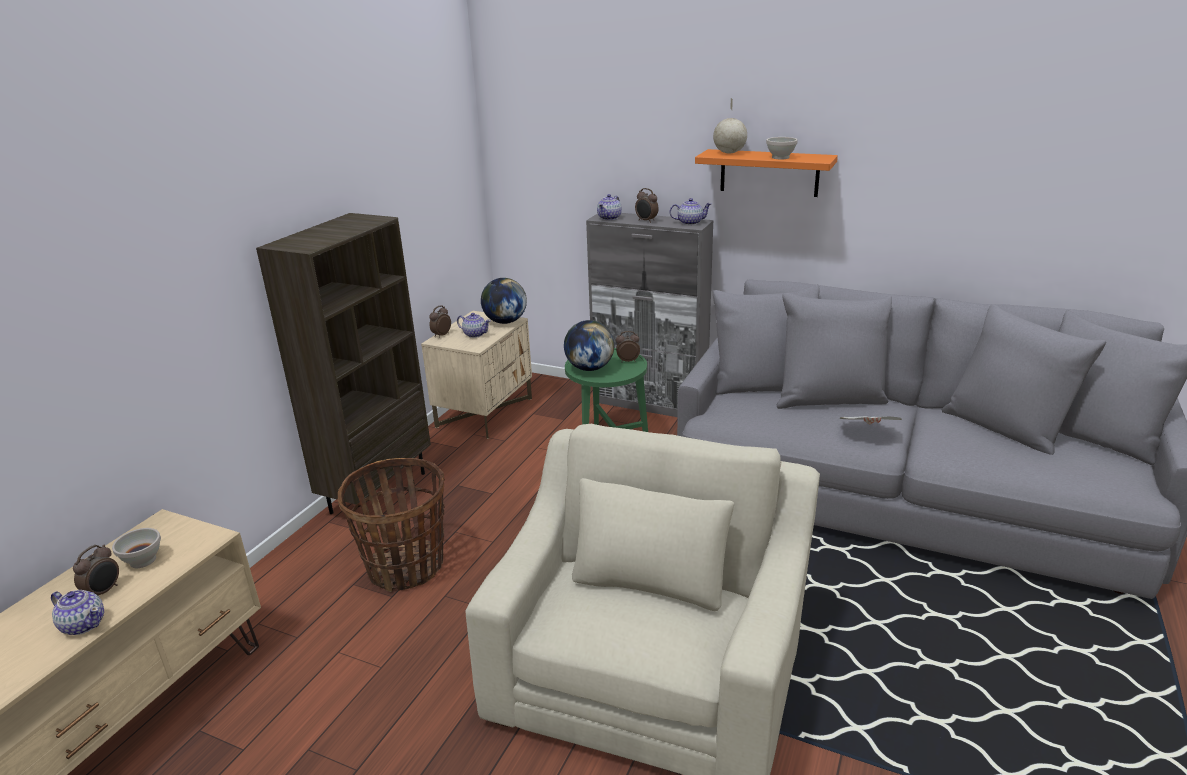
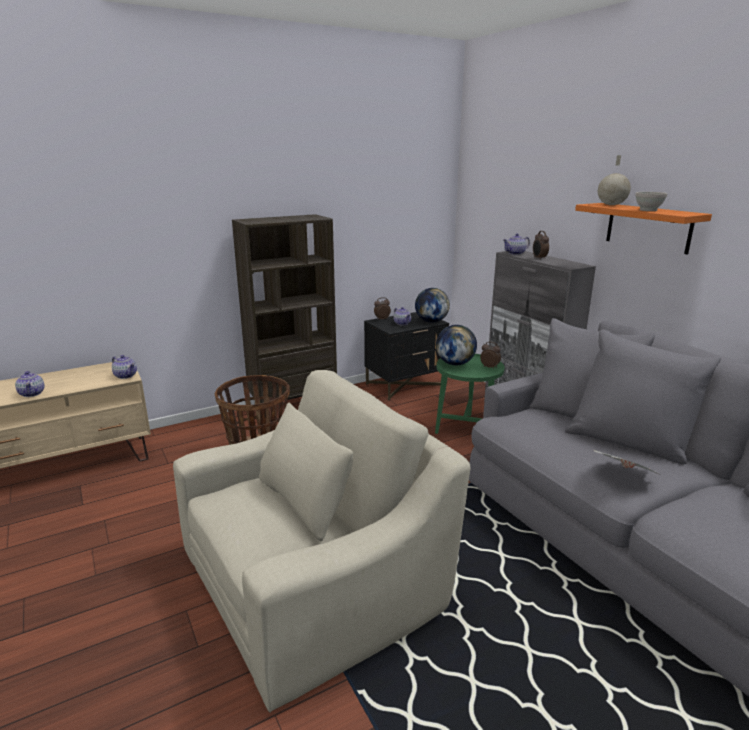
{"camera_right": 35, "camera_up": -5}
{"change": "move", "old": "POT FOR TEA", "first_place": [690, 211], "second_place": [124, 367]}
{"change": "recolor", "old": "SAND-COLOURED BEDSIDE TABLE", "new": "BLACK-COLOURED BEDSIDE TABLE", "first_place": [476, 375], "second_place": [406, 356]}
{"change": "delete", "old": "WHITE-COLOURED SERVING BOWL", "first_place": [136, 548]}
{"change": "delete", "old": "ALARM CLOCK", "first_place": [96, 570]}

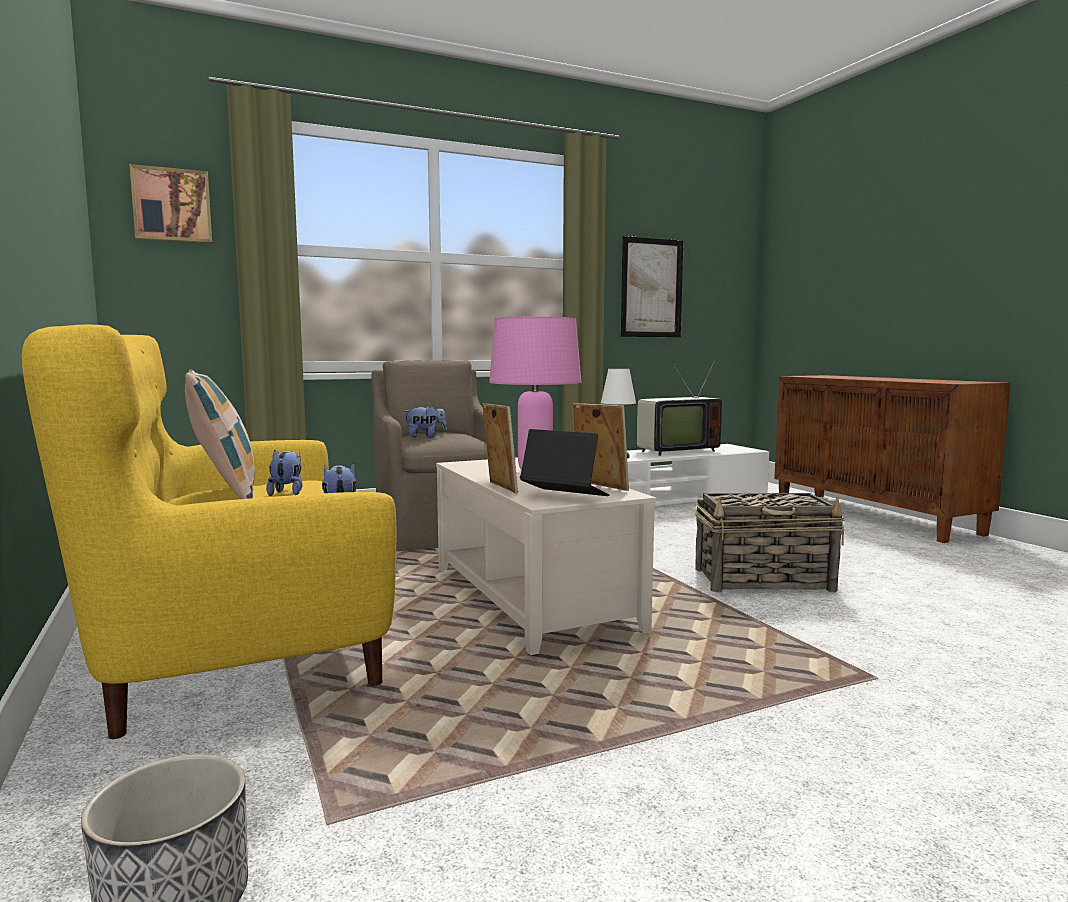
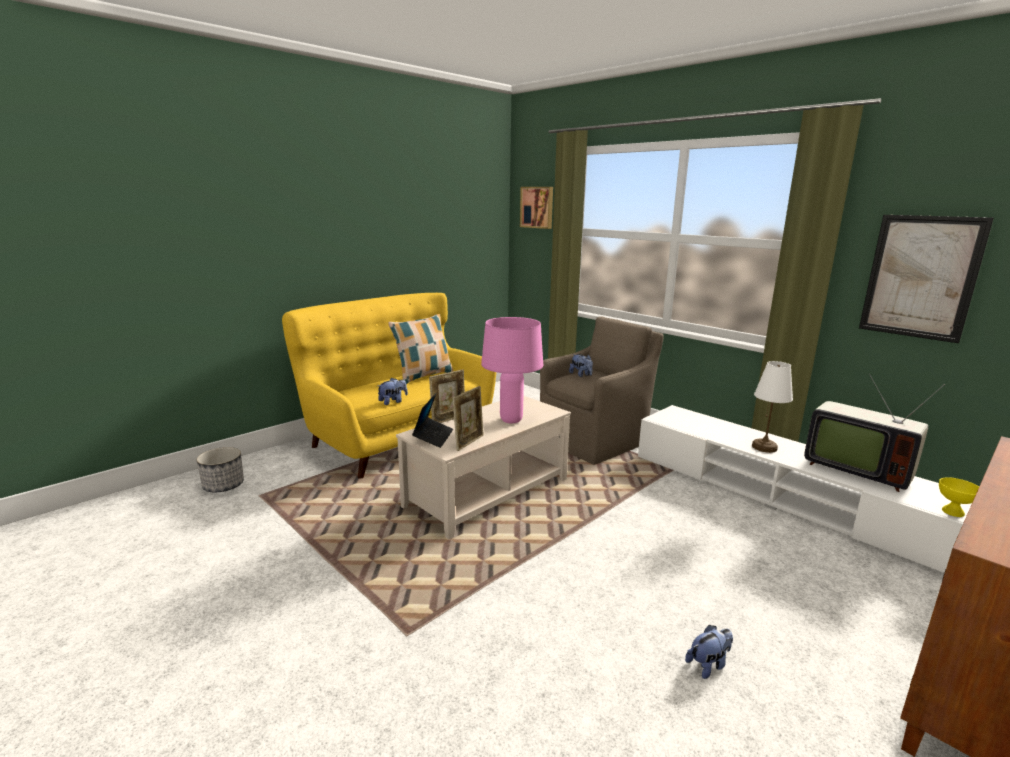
{"camera_right": 70, "camera_up": 10}
{"change": "move", "old": "PLUSH TOY", "first_place": [284, 473], "second_place": [709, 652]}
{"change": "delete", "old": "STORAGE BASKET", "first_place": [770, 542]}
{"change": "insert", "new": "YELLOWISH SERVING BOWL", "second_place": [959, 497]}

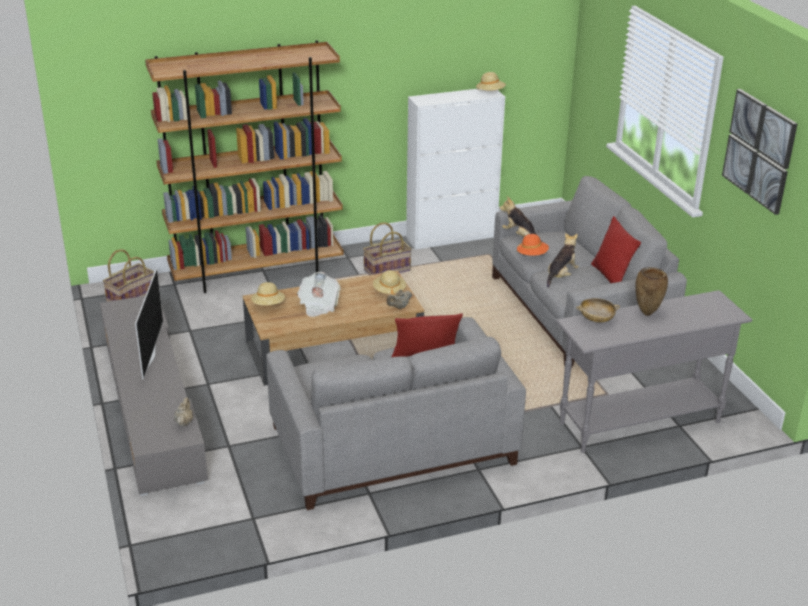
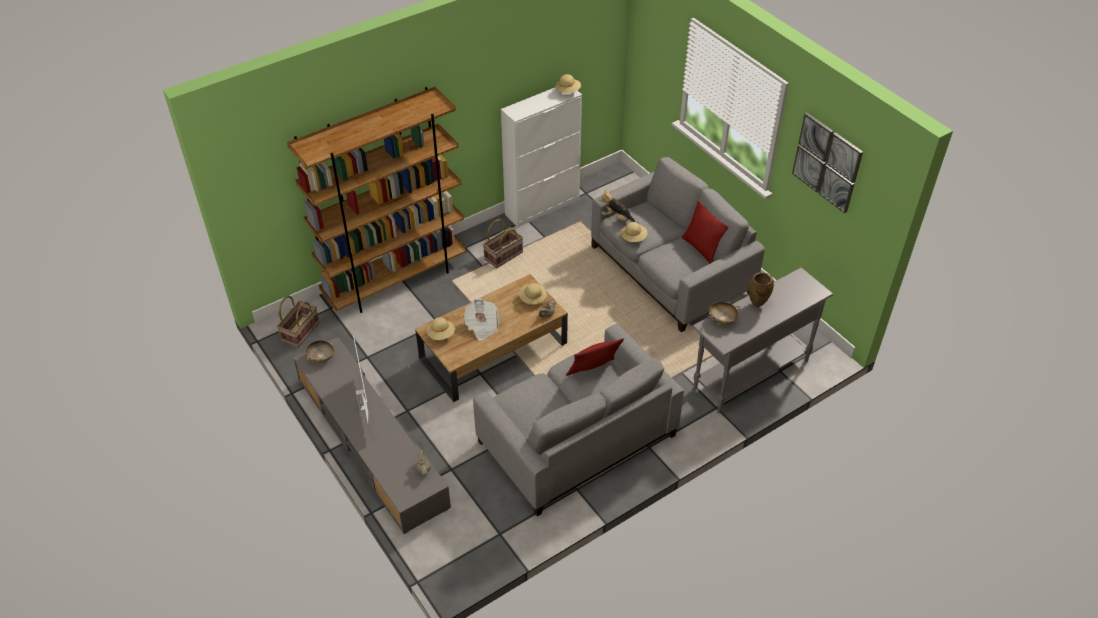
{"camera_right": -15, "camera_up": 15}
{"change": "delete", "old": "PLUSH TOY", "first_place": [563, 260]}
{"change": "recolor", "old": "ORANGE WEARABLE HAT", "new": "SAND-COLOURED WEARABLE HAT", "first_place": [533, 245], "second_place": [634, 232]}
{"change": "insert", "new": "SAND-COLOURED SERVING BOWL", "second_place": [320, 351]}

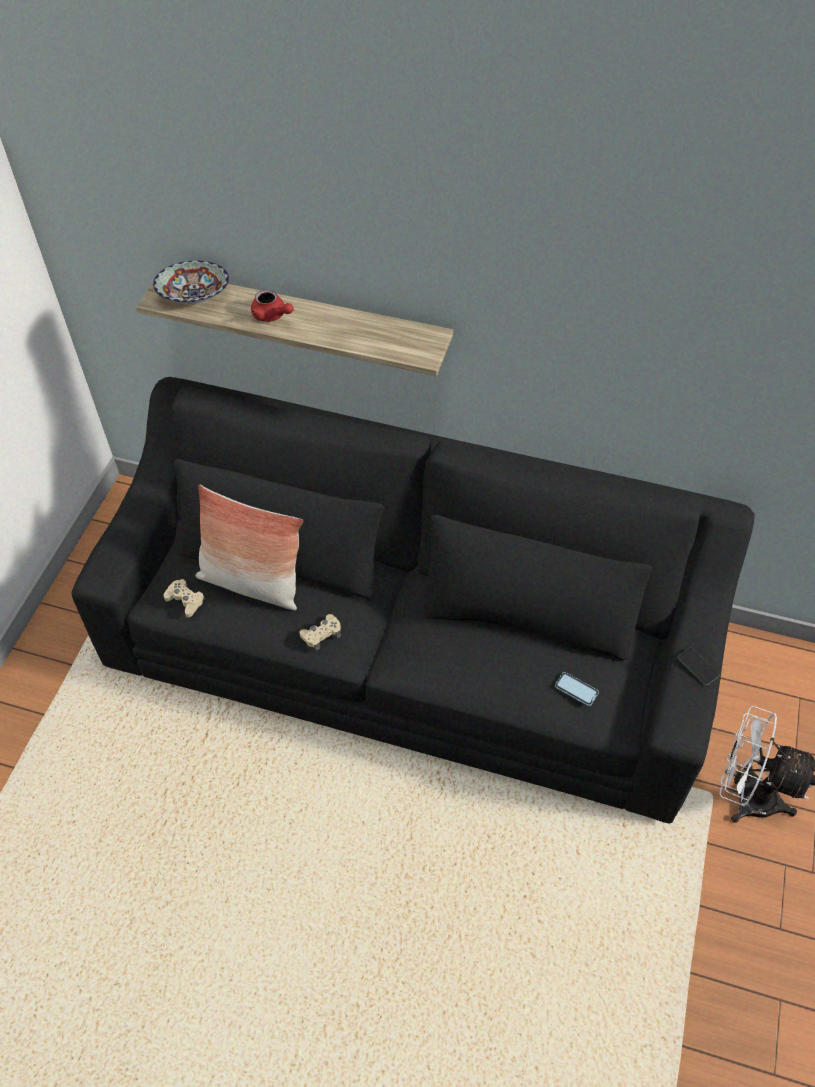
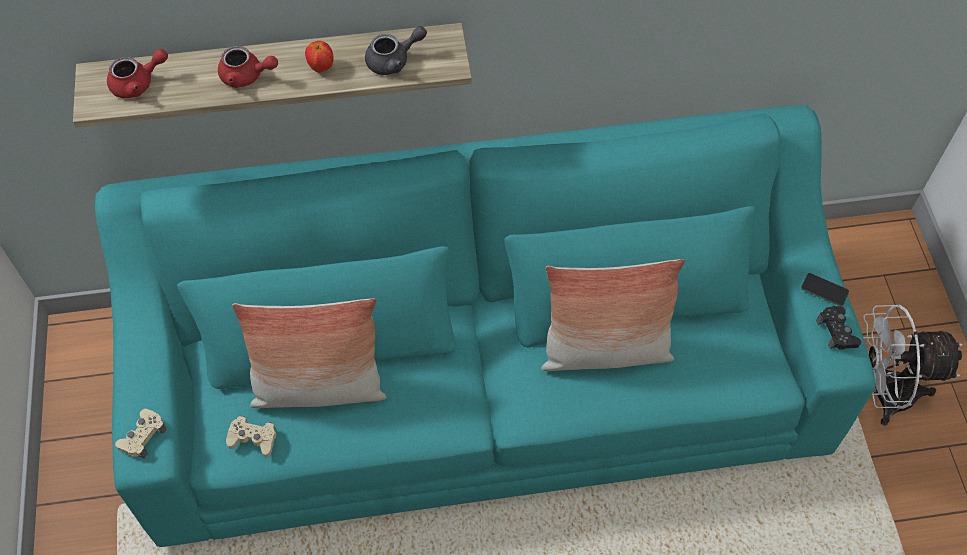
{"camera_right": -25, "camera_up": 5}
{"change": "replace", "old": "SERVING BOWL", "new": "REDDISH POT FOR TEA", "first_place": [191, 282], "second_place": [137, 73]}
{"change": "recolor", "old": "BLACK-COLOURED SETTEE", "new": "BLUE-GREEN SETTEE", "first_place": [413, 600], "second_place": [485, 326]}
{"change": "move", "old": "SAND-COLOURED GAMEPAD", "first_place": [320, 632], "second_place": [141, 434]}
{"change": "delete", "old": "HANDSET", "first_place": [577, 689]}
{"change": "insert", "new": "GREYISH POT FOR TEA", "second_place": [396, 50]}
{"change": "insert", "new": "APPLE FRUIT", "second_place": [319, 56]}
{"change": "insert", "new": "PILLOW", "second_place": [613, 315]}
{"change": "insert", "new": "BLACK-COLOURED GAMEPAD", "second_place": [838, 328]}

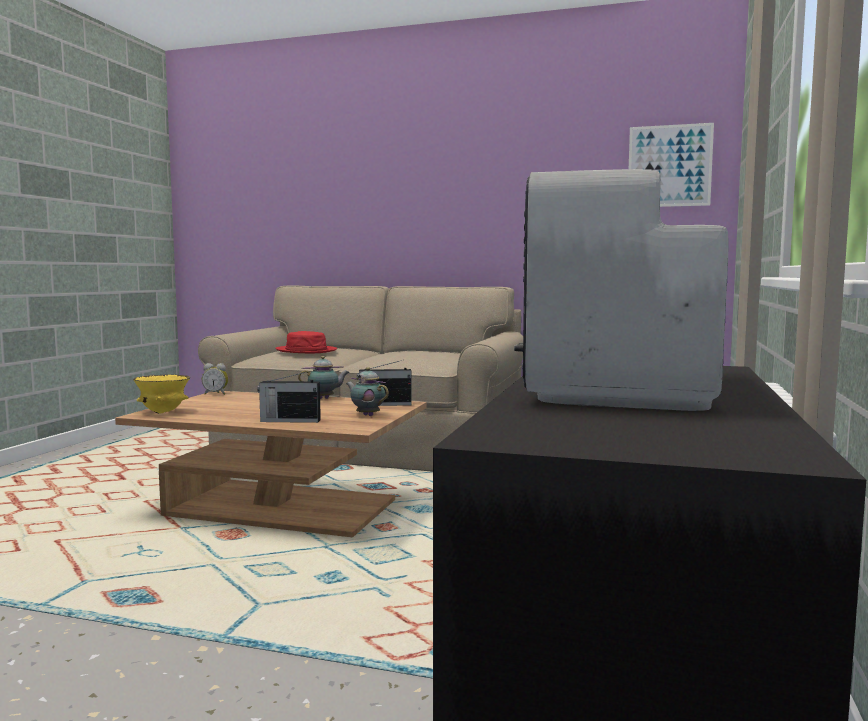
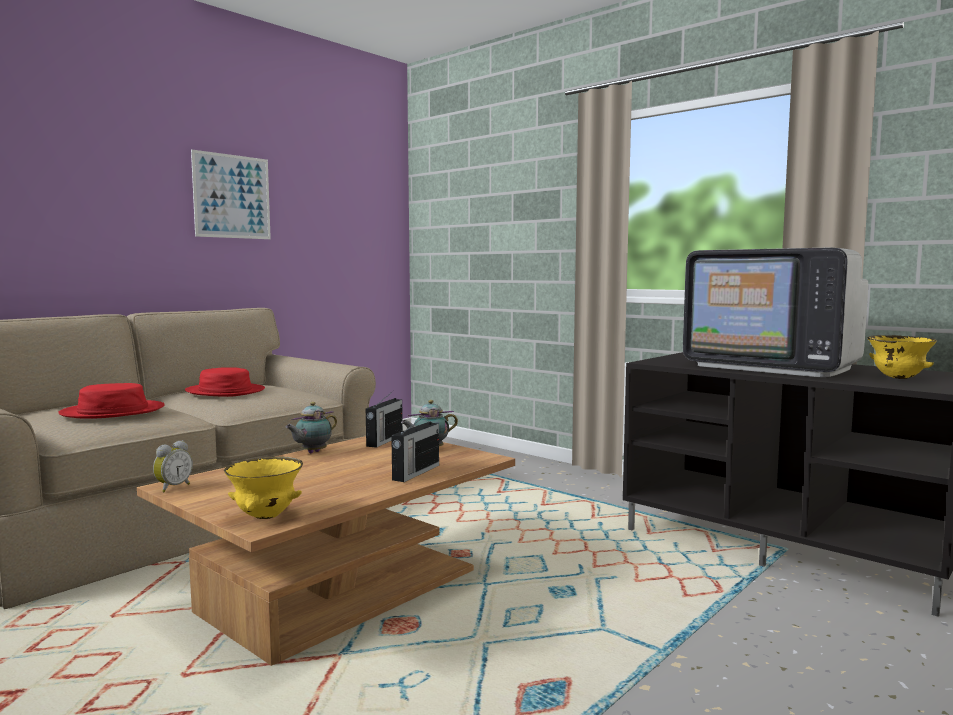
{"camera_right": -65, "camera_up": 0}
{"change": "move", "old": "PICTURE", "first_place": [671, 165], "second_place": [231, 194]}
{"change": "rotate", "old": "POT FOR TEA", "first_place": [324, 377], "second_place": [311, 428], "degrees": -150}
{"change": "insert", "new": "YELLOWISH SERVING BOWL", "second_place": [902, 357]}
{"change": "insert", "new": "REDDISH WEARABLE HAT", "second_place": [225, 382]}

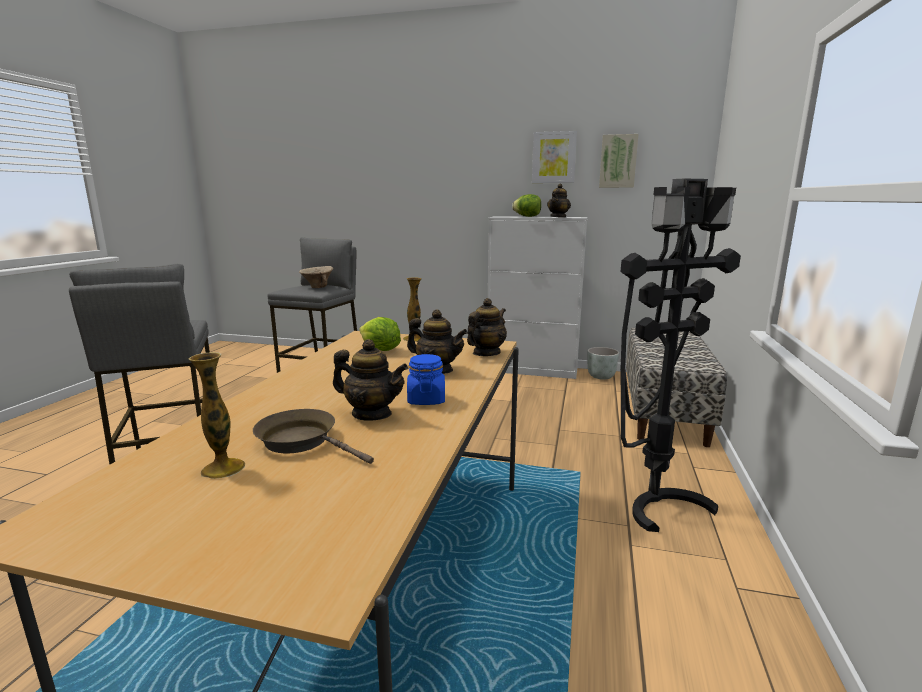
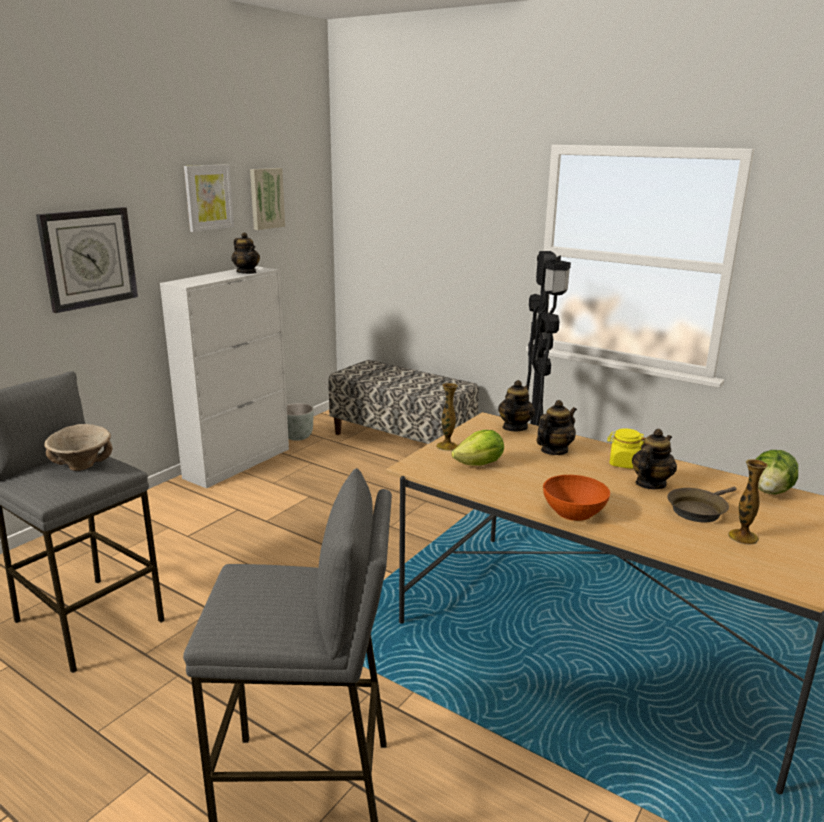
{"camera_right": -70, "camera_up": 5}
{"change": "move", "old": "LETTUCE HEAD", "first_place": [526, 205], "second_place": [777, 472]}
{"change": "rotate", "old": "POT FOR TEA", "first_place": [487, 327], "second_place": [516, 405], "degrees": 60}
{"change": "recolor", "old": "BLUE-COLOURED STORAGE JAR", "new": "YELLOWISH STORAGE JAR", "first_place": [426, 379], "second_place": [626, 448]}
{"change": "insert", "new": "HANGING CLOCK", "second_place": [87, 260]}
{"change": "insert", "new": "ORANGE SERVING BOWL", "second_place": [576, 498]}

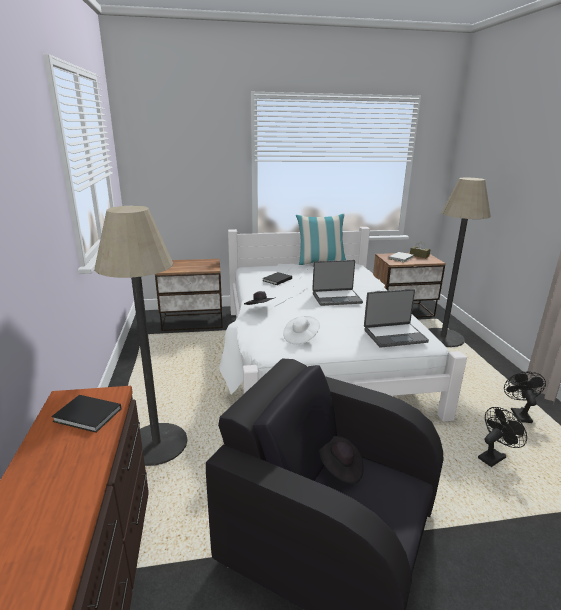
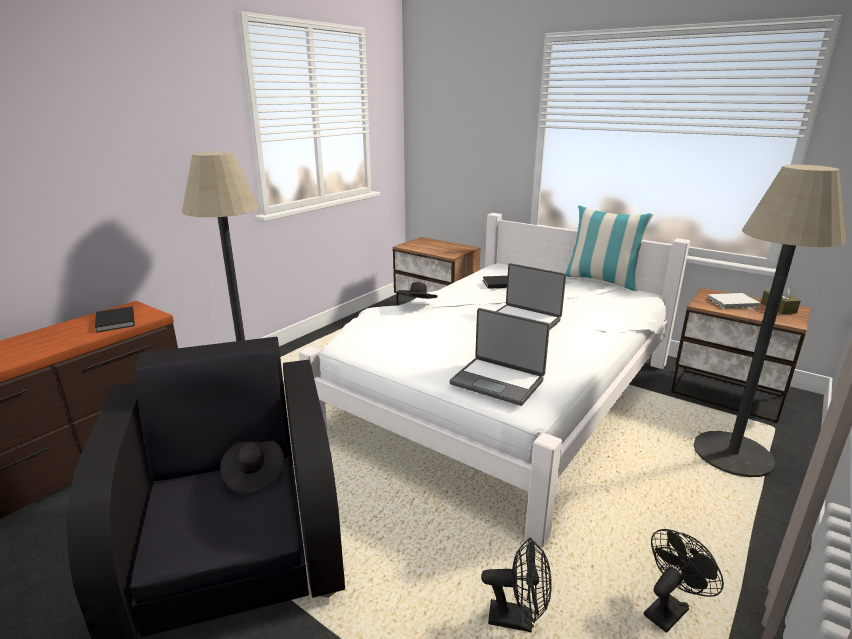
{"camera_right": 45, "camera_up": 0}
{"change": "delete", "old": "WHITE-COLOURED WEARABLE HAT", "first_place": [301, 330]}

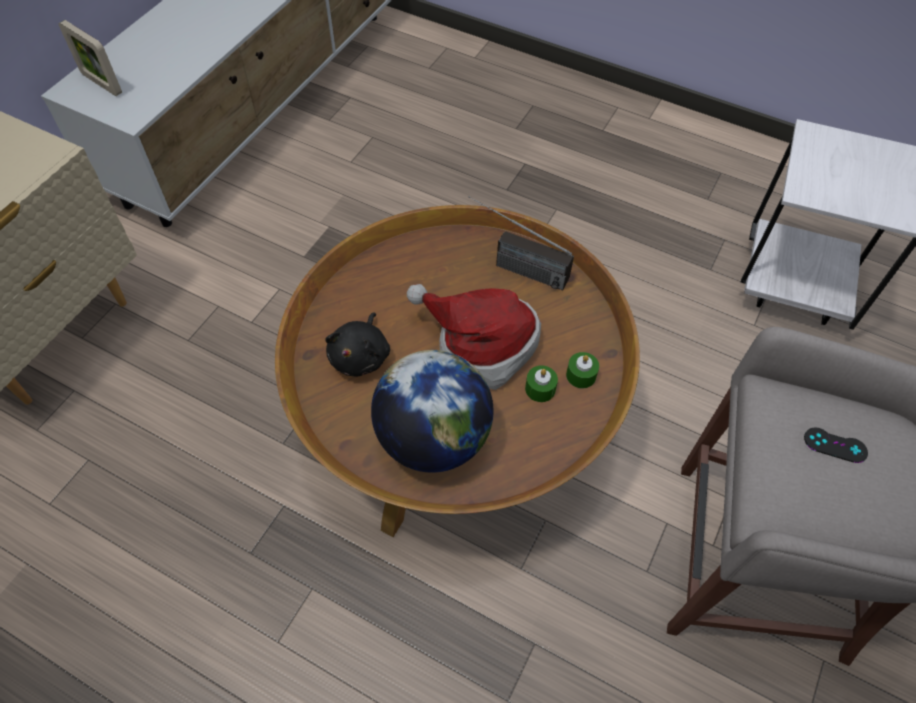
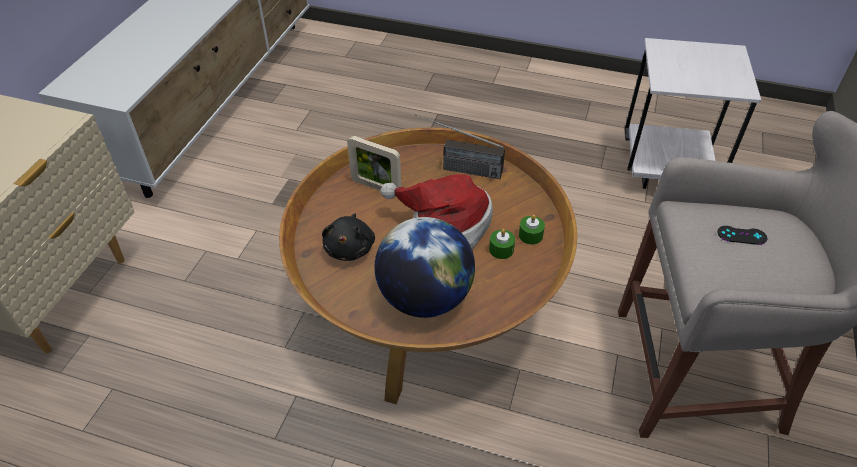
{"camera_right": -10, "camera_up": -10}
{"change": "move", "old": "STANDING FRAME", "first_place": [90, 58], "second_place": [374, 163]}

